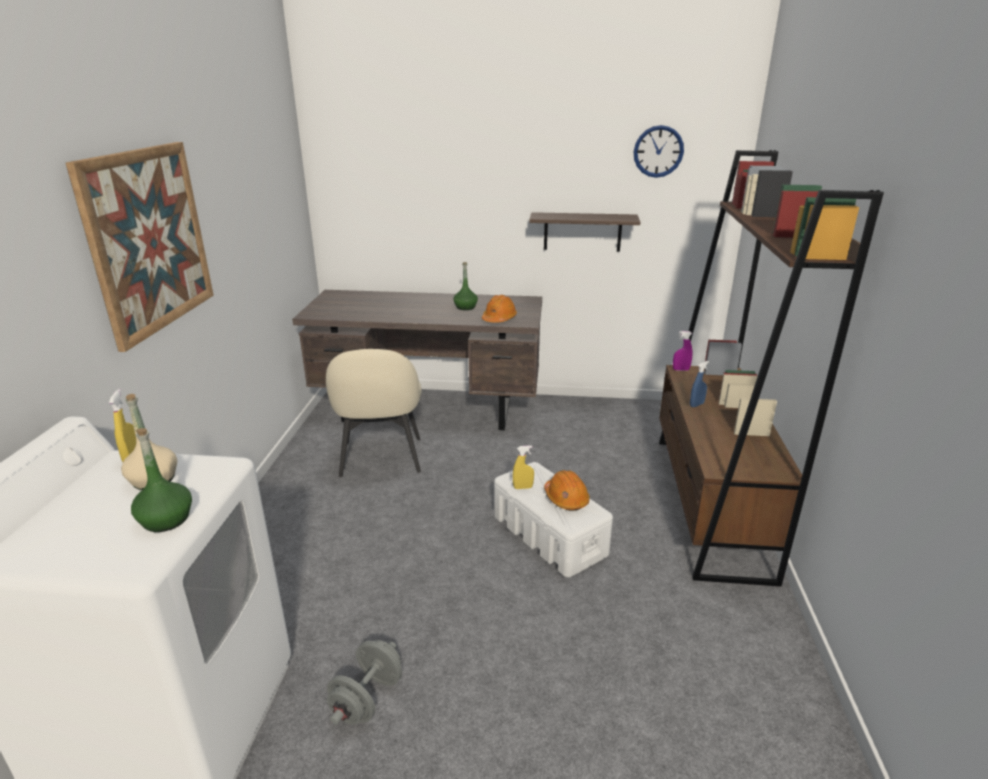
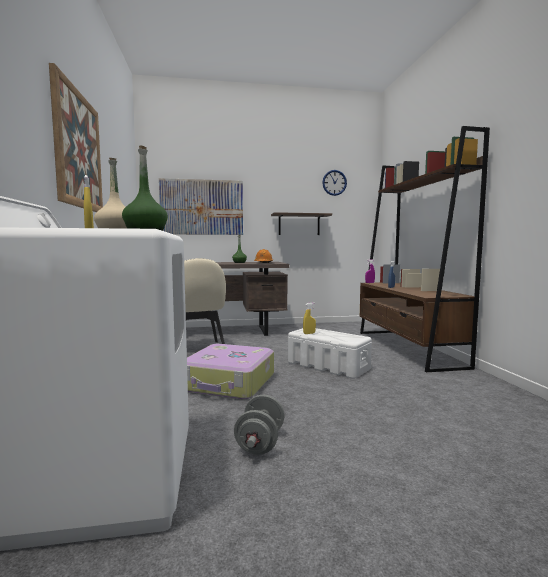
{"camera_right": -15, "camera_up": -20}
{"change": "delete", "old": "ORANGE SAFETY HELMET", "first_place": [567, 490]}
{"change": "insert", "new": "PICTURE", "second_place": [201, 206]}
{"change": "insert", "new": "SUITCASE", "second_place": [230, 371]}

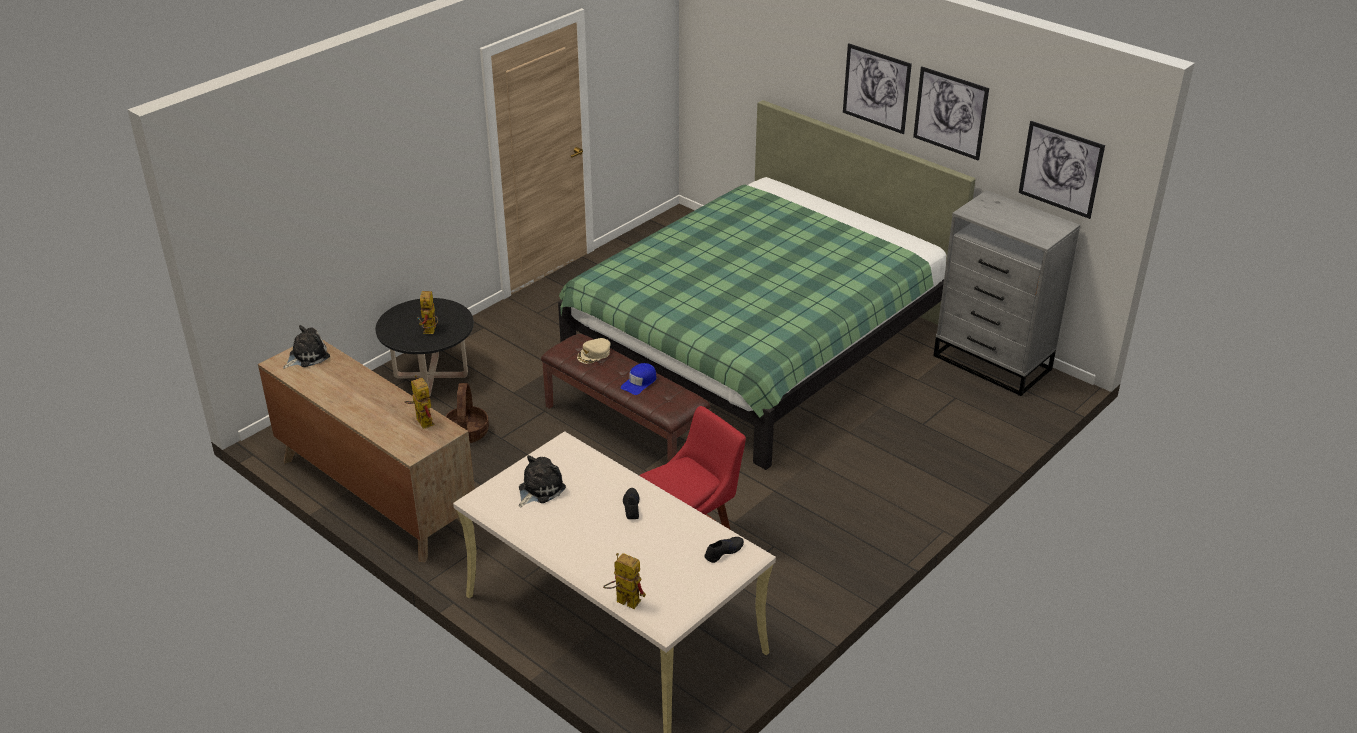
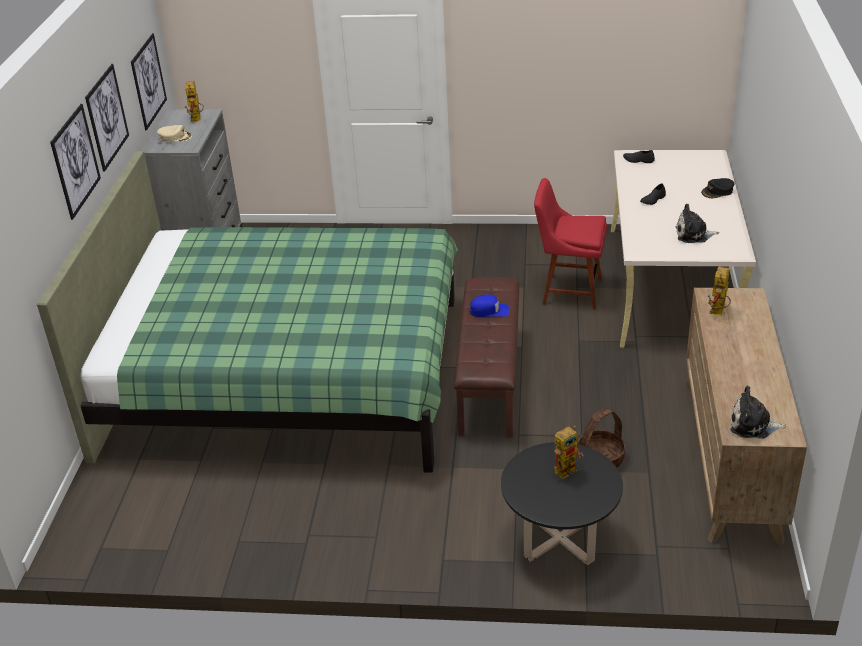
{"camera_right": -125, "camera_up": 0}
{"change": "move", "old": "SAND-COLOURED BASEBALL CAP", "first_place": [594, 351], "second_place": [174, 133]}
{"change": "move", "old": "ROBOT FIGURE", "first_place": [624, 581], "second_place": [194, 101]}
{"change": "insert", "new": "BLACK-COLOURED BASEBALL CAP", "second_place": [718, 188]}

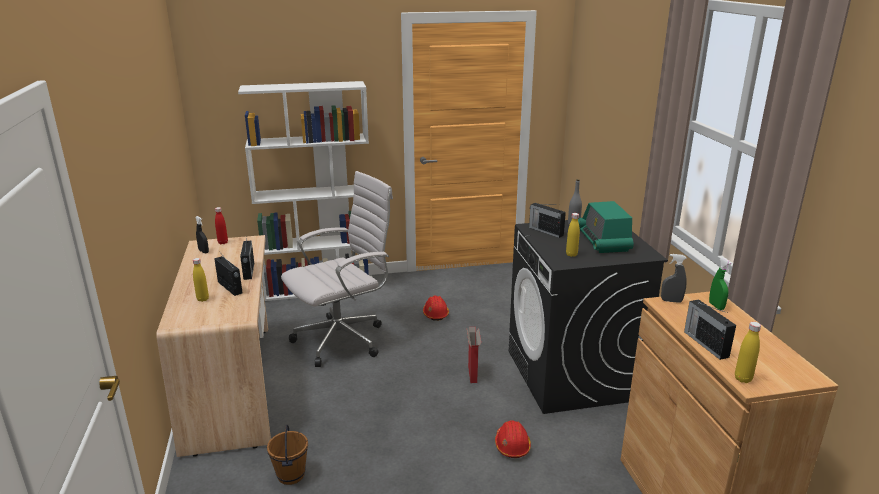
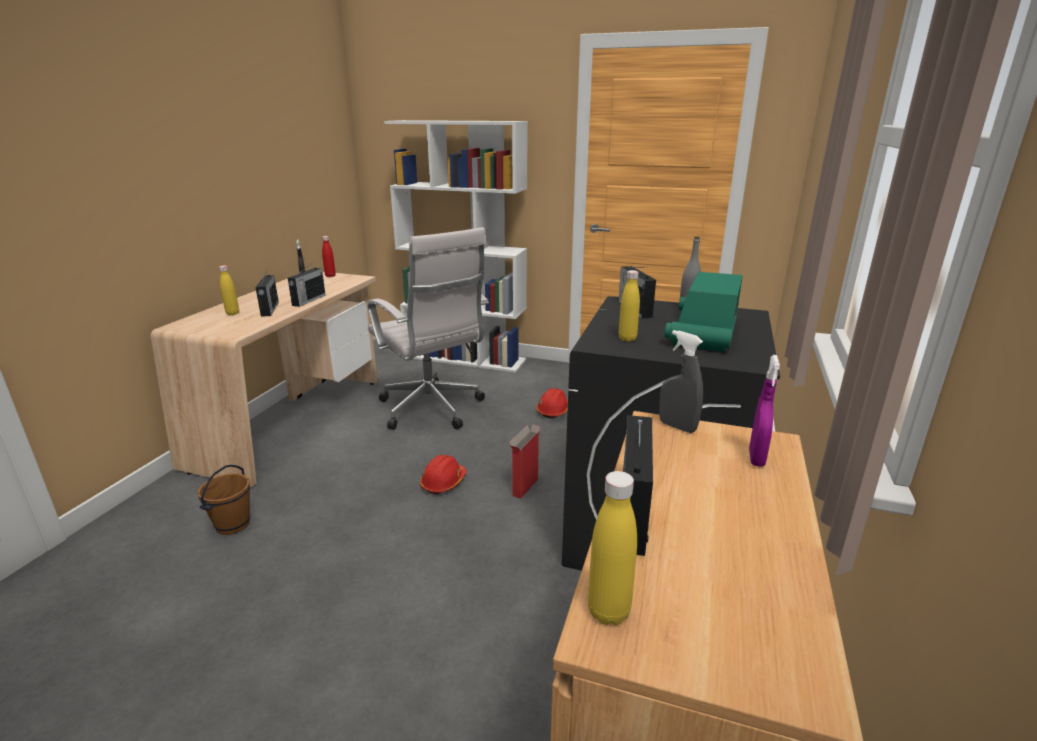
{"camera_right": 30, "camera_up": 0}
{"change": "rotate", "old": "WHITE-COLOURED DESK CHAIR", "first_place": [337, 269], "second_place": [428, 328], "degrees": 60}
{"change": "recolor", "old": "GREENISH SPRAYER", "new": "PURPLE-COLOURED SPRAYER", "first_place": [720, 284], "second_place": [764, 411]}
{"change": "move", "old": "REDDISH SAFETY HELMET", "first_place": [513, 439], "second_place": [443, 474]}

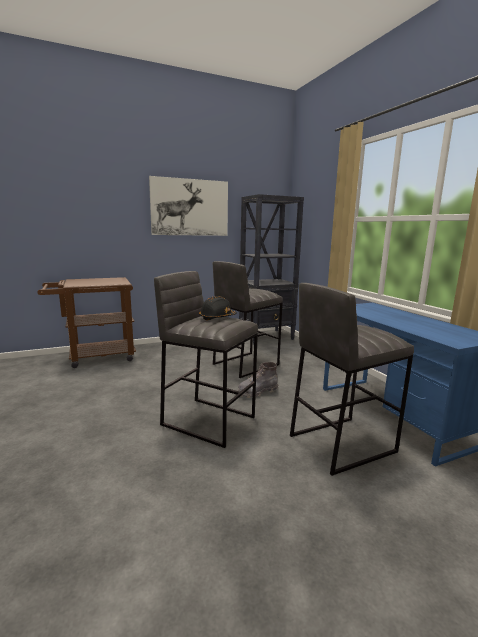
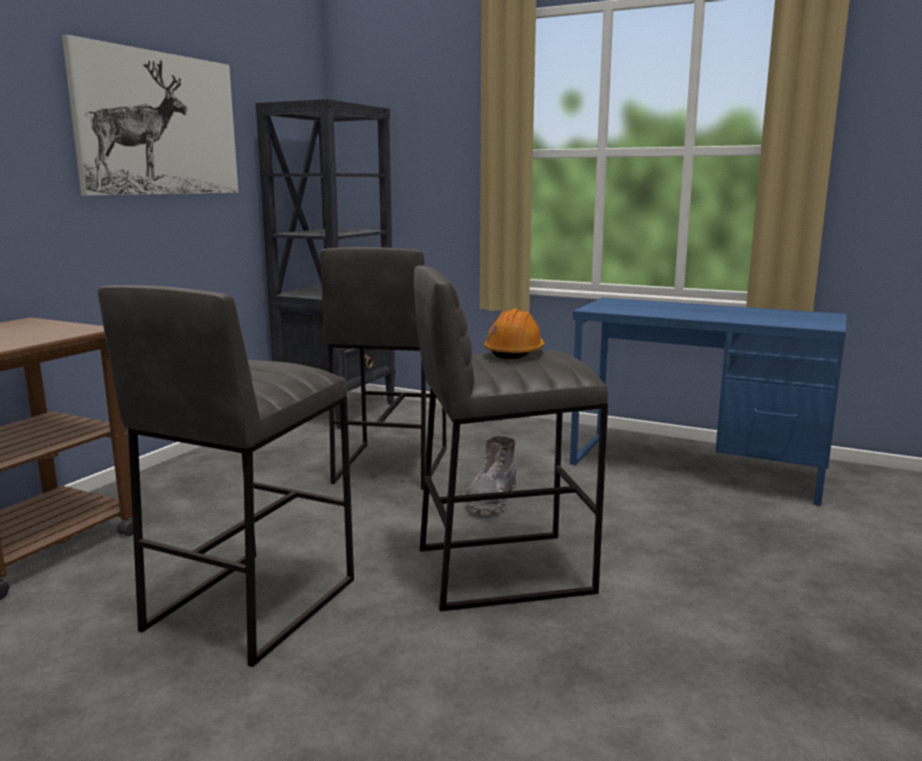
{"camera_right": -40, "camera_up": 0}
{"change": "move", "old": "GREYISH STOOL SEAT", "first_place": [352, 379], "second_place": [226, 476]}
{"change": "recolor", "old": "BLACK-COLOURED SAFETY HELMET", "new": "ORANGE SAFETY HELMET", "first_place": [218, 308], "second_place": [514, 334]}

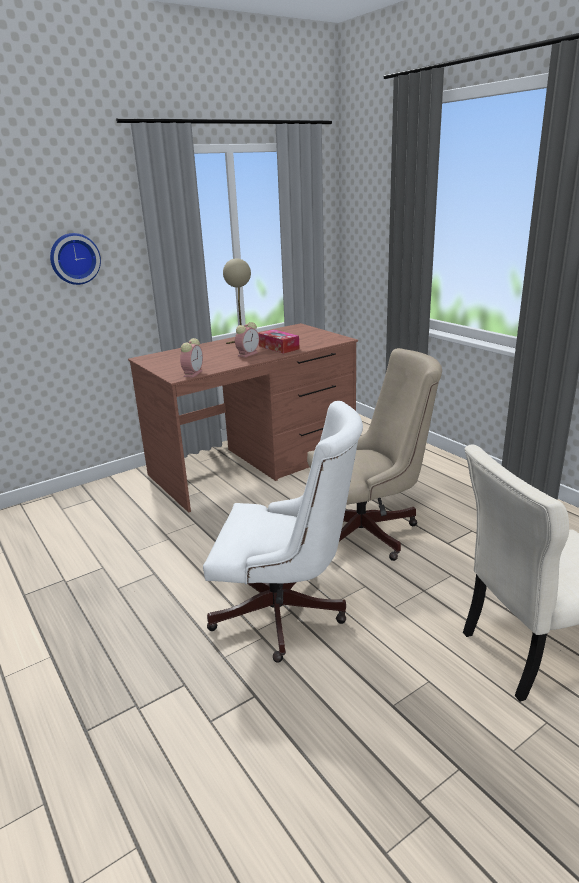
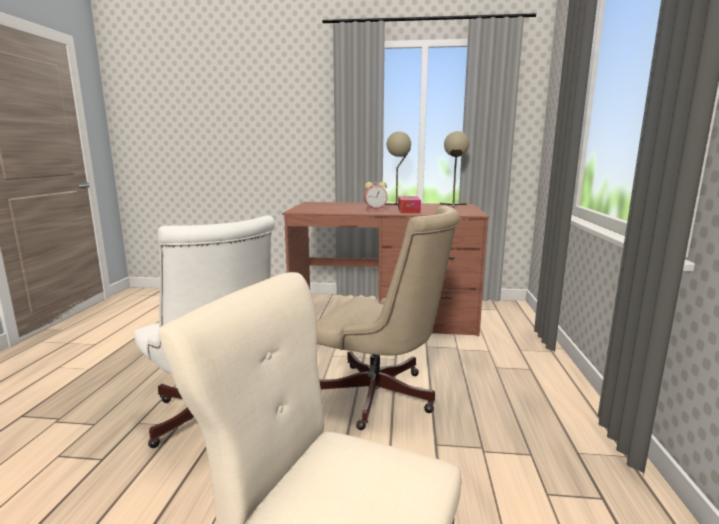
{"camera_right": 40, "camera_up": -10}
{"change": "delete", "old": "HANGING CLOCK", "first_place": [75, 259]}
{"change": "delete", "old": "ALARM CLOCK", "first_place": [191, 358]}
{"change": "insert", "new": "SAND-COLOURED LAMP FOR A TABLE", "second_place": [454, 169]}

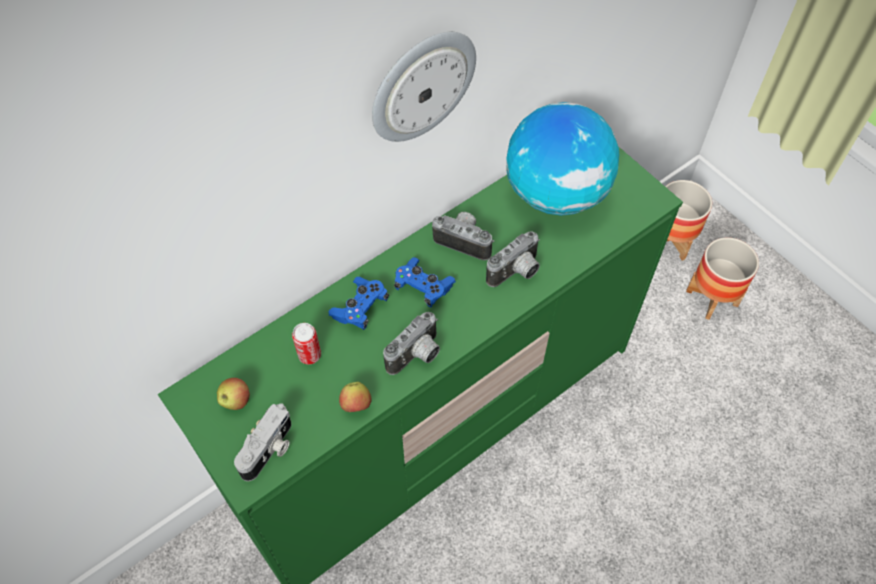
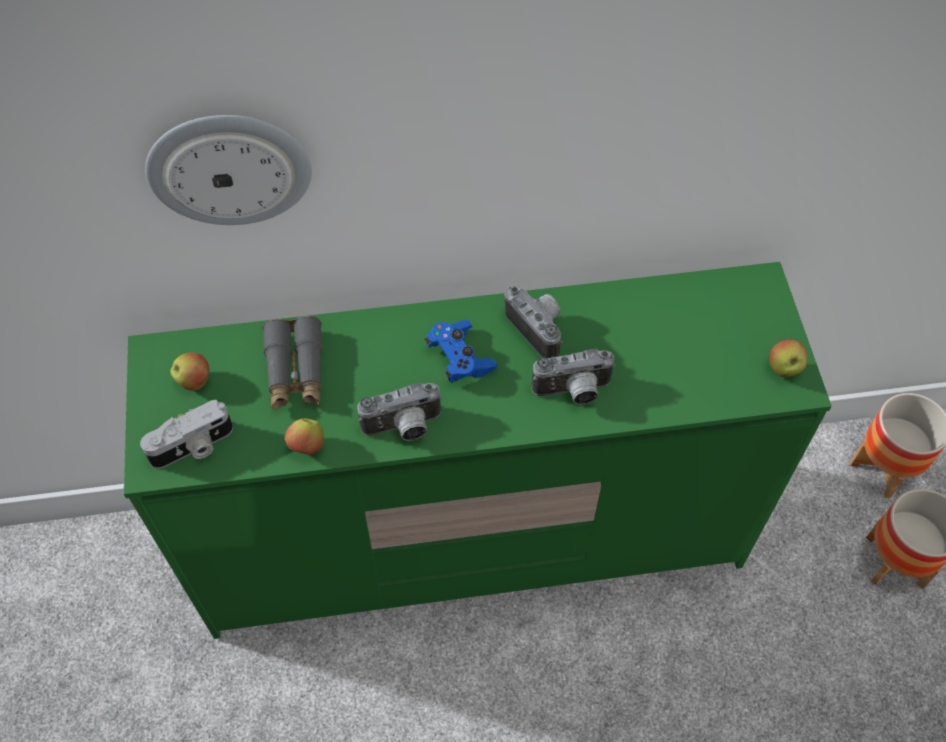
{"camera_right": 30, "camera_up": 0}
{"change": "move", "old": "HANGING CLOCK", "first_place": [424, 87], "second_place": [228, 170]}
{"change": "delete", "old": "DESK GLOBE", "first_place": [562, 159]}
{"change": "delete", "old": "BLUE-COLOURED GAMEPAD", "first_place": [359, 303]}
{"change": "replace", "old": "CAN", "new": "GREYISH FIELD GLASSES", "first_place": [306, 343], "second_place": [293, 363]}
{"change": "insert", "new": "APPLE FRUIT", "second_place": [788, 358]}

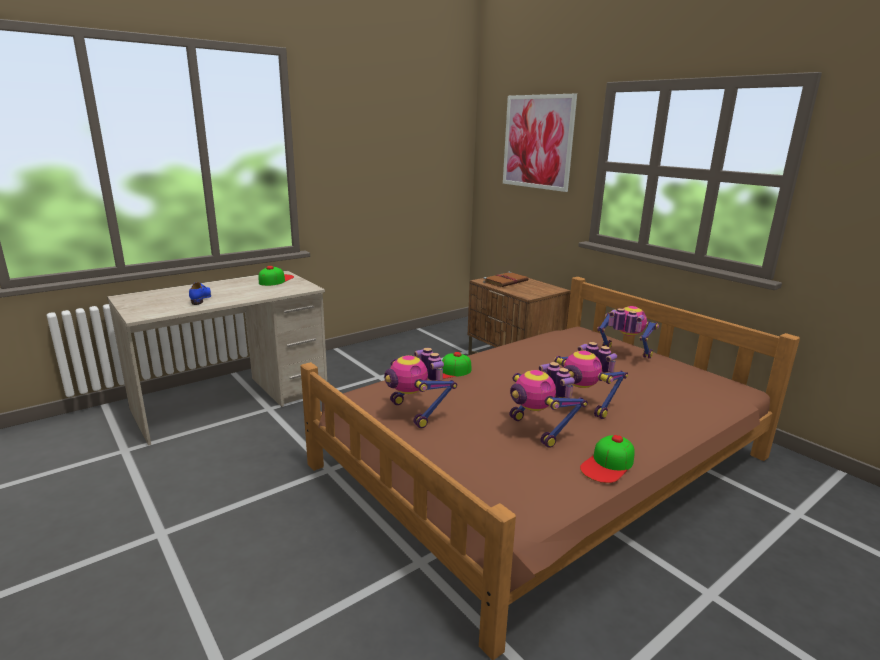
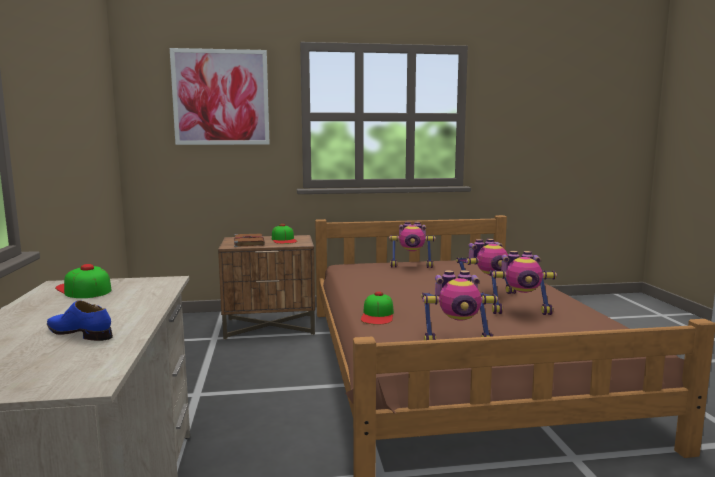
{"camera_right": -60, "camera_up": -10}
{"change": "rotate", "old": "ROBOT FIGURE", "first_place": [628, 332], "second_place": [412, 245], "degrees": -150}
{"change": "move", "old": "BASEBALL CAP", "first_place": [607, 459], "second_place": [284, 234]}

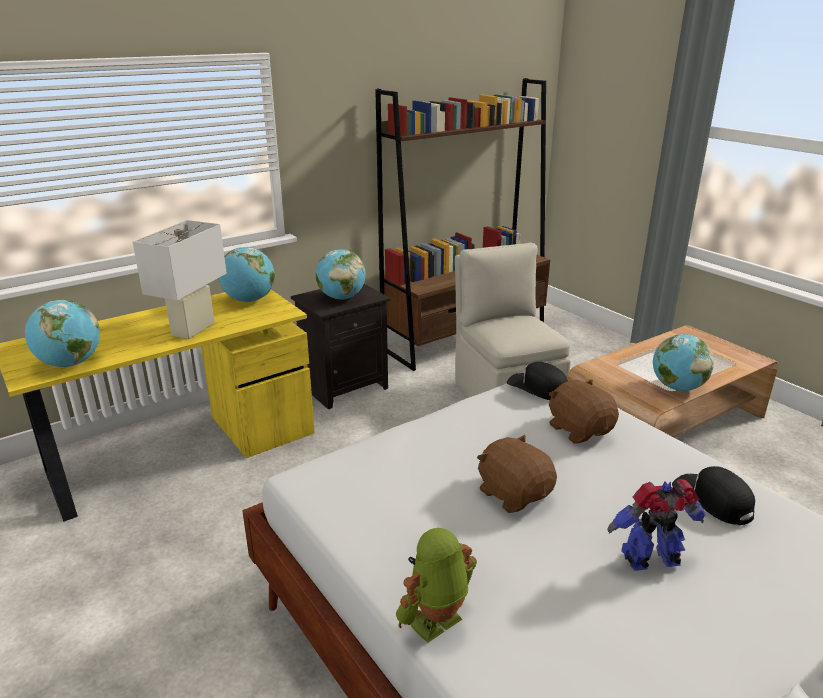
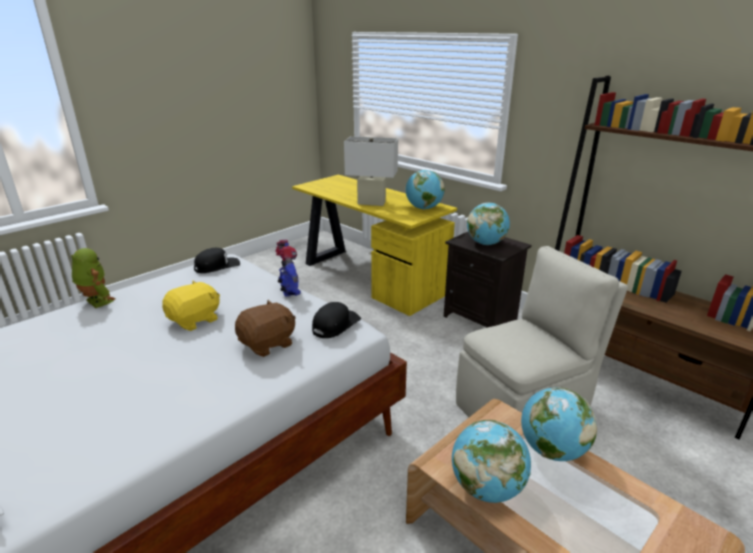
{"camera_right": 80, "camera_up": 0}
{"change": "move", "old": "DESK GLOBE", "first_place": [62, 333], "second_place": [559, 424]}
{"change": "recolor", "old": "BROWN-COLOURED PLUSH TOY", "new": "YELLOWISH PLUSH TOY", "first_place": [517, 474], "second_place": [191, 305]}
{"change": "move", "old": "BLACK-COLOURED BASEBALL CAP", "first_place": [713, 495], "second_place": [217, 260]}
{"change": "move", "old": "ROBOT FIGURE", "first_place": [656, 525], "second_place": [288, 268]}

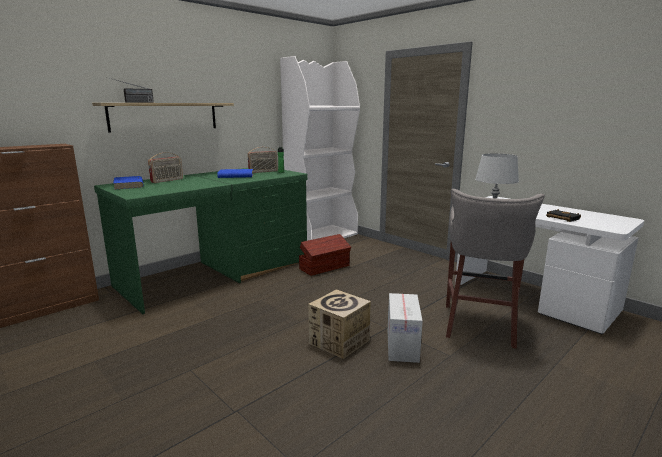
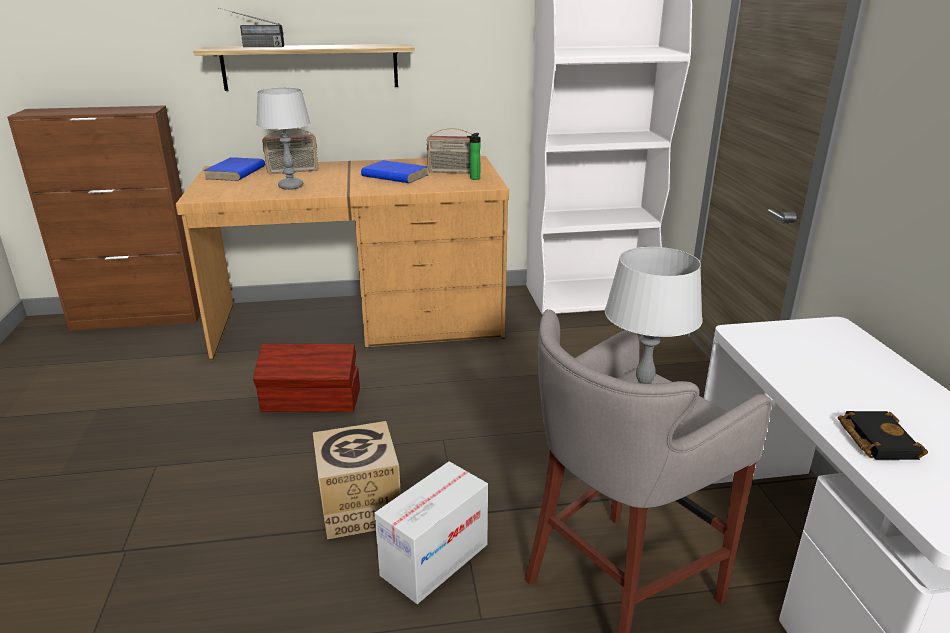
{"camera_right": 35, "camera_up": 10}
{"change": "recolor", "old": "GREENISH DESK UNIT", "new": "BROWN-COLOURED DESK UNIT", "first_place": [201, 241], "second_place": [342, 258]}
{"change": "move", "old": "BROWN-COLOURED STORAGE CONTAINER", "first_place": [325, 255], "second_place": [306, 378]}
{"change": "insert", "new": "GREYISH LAMP FOR A TABLE", "second_place": [283, 139]}

